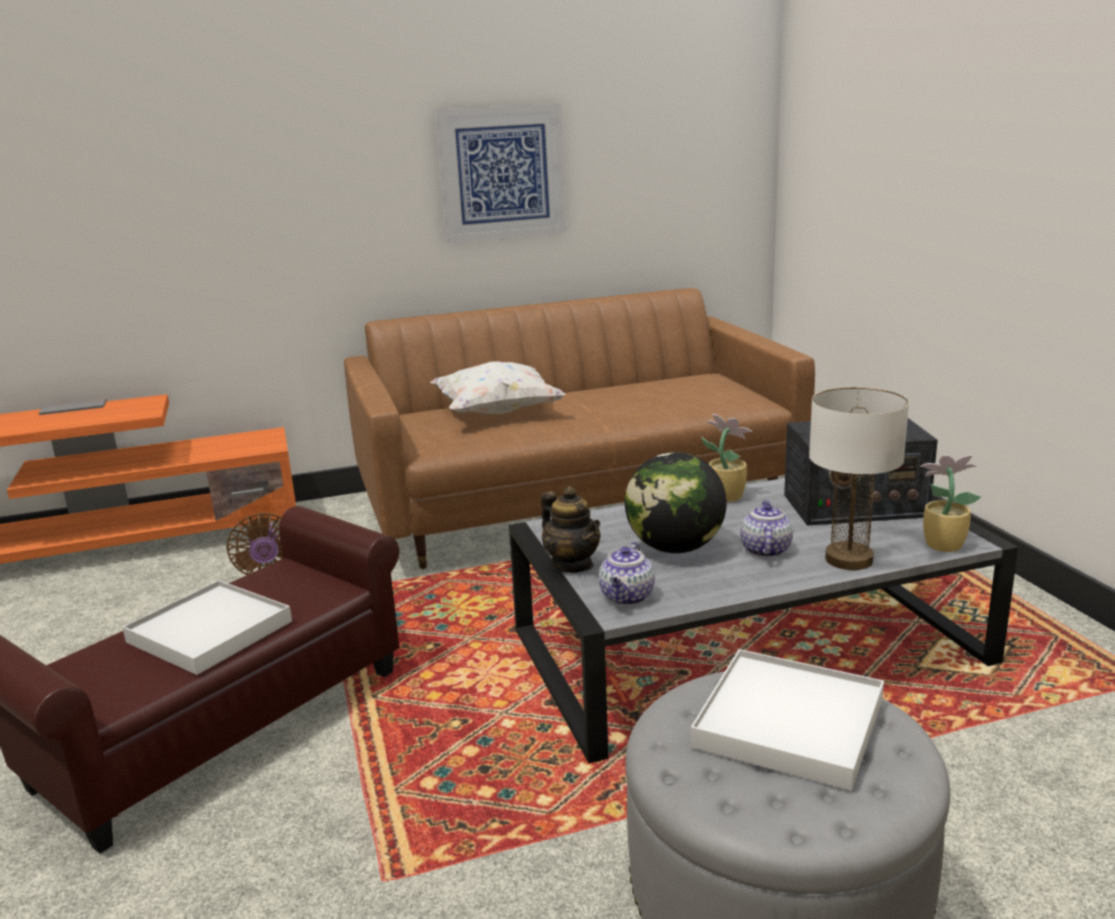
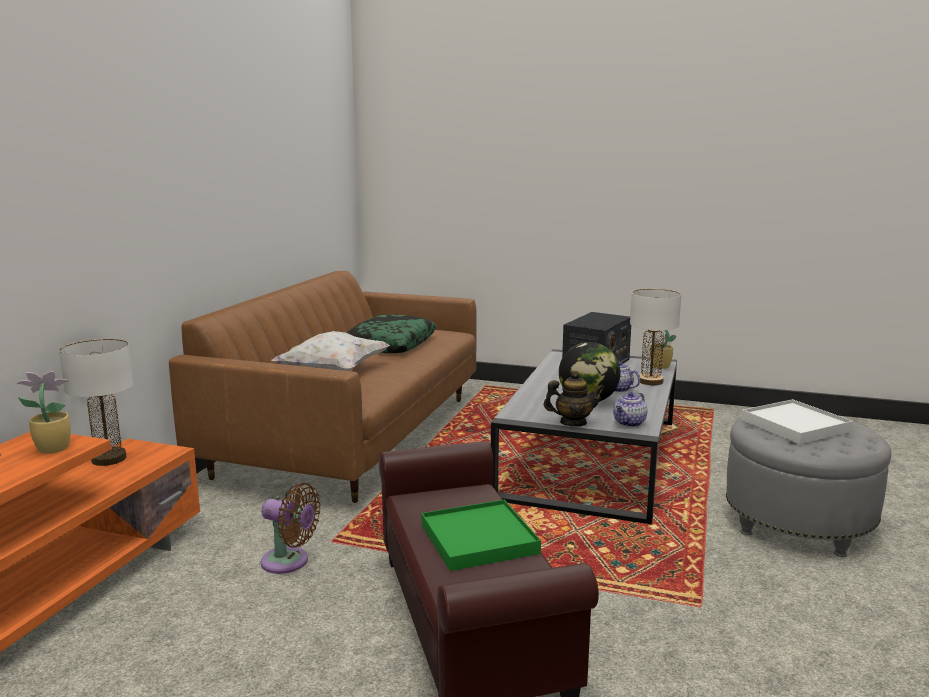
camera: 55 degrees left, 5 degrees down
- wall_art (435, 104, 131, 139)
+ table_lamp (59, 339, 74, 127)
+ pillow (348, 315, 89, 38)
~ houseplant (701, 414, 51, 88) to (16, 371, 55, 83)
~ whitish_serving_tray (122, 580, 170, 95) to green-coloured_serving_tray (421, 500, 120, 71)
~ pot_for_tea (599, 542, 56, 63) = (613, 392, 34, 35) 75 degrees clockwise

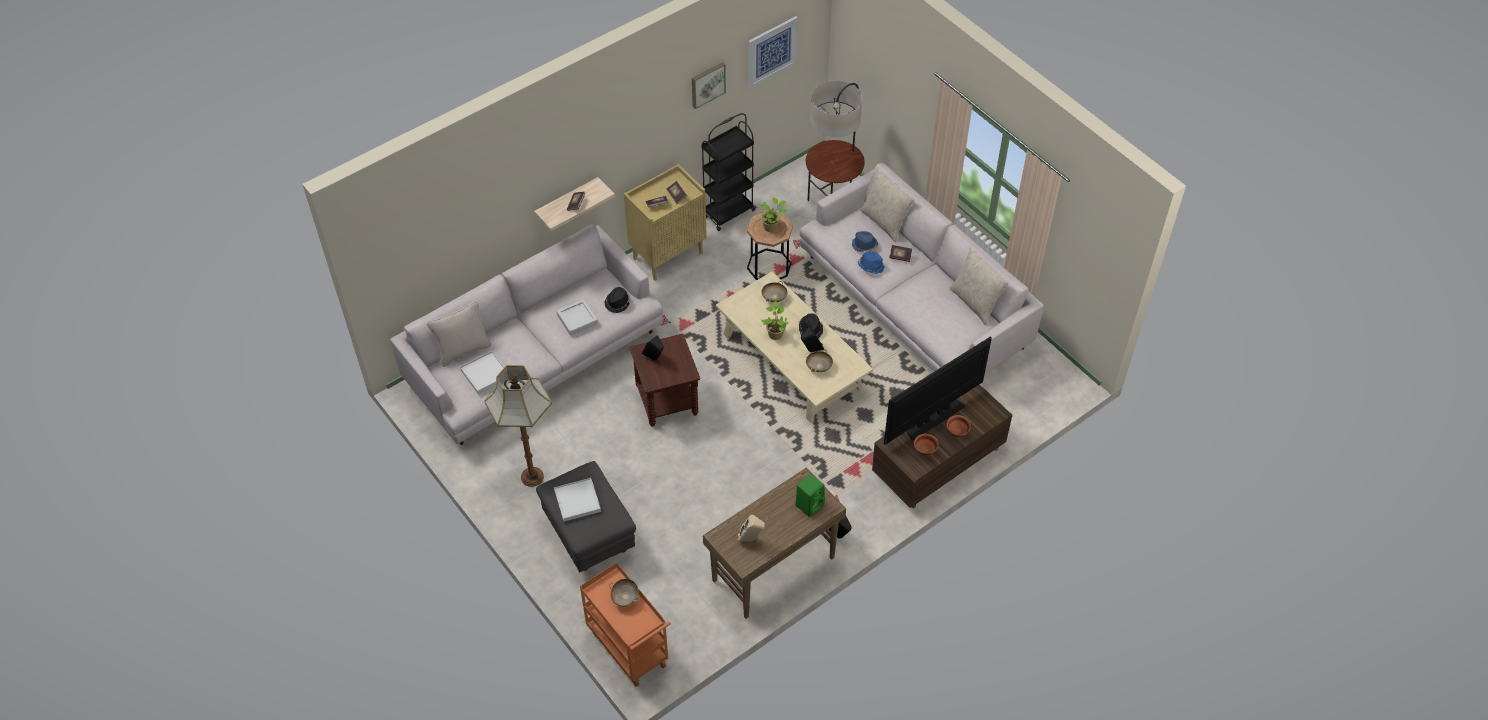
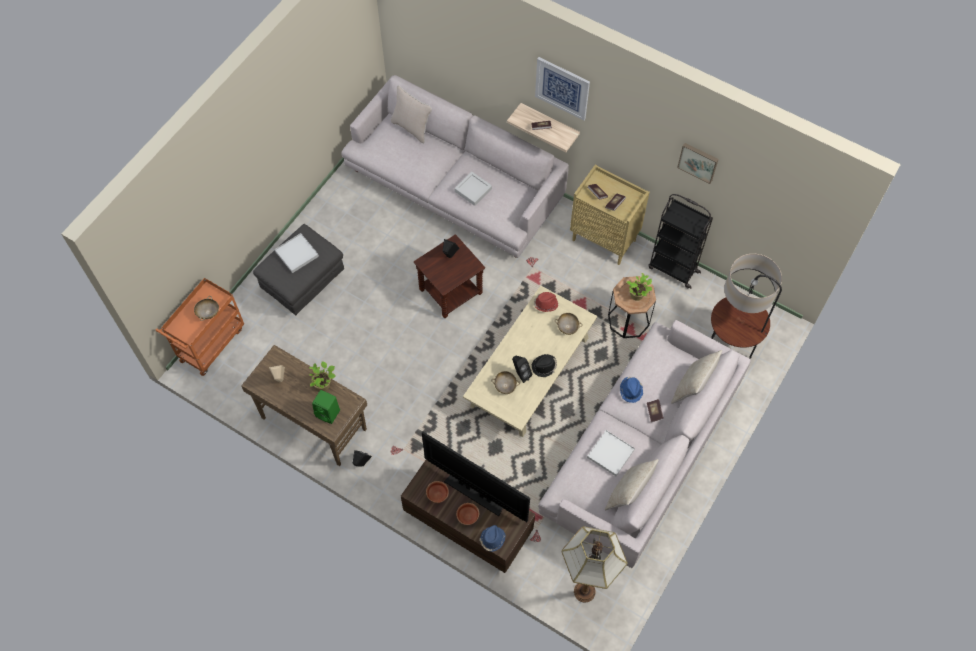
camera: 70 degrees right, 10 degrees up
- black-coloured_clothing_hat (605, 287, 26, 26)
+ red_clothing_hat (534, 292, 24, 20)
~ whitish_serving_tray (460, 351, 44, 43) to (587, 430, 48, 46)
~ floor_lamp (484, 365, 68, 122) to (562, 526, 66, 77)
~ wall_art (748, 16, 50, 72) to (535, 57, 55, 64)
~ houseplant (761, 301, 28, 39) to (309, 361, 26, 30)
~ blue-coloured_clothing_hat (852, 231, 26, 21) to (479, 525, 27, 27)

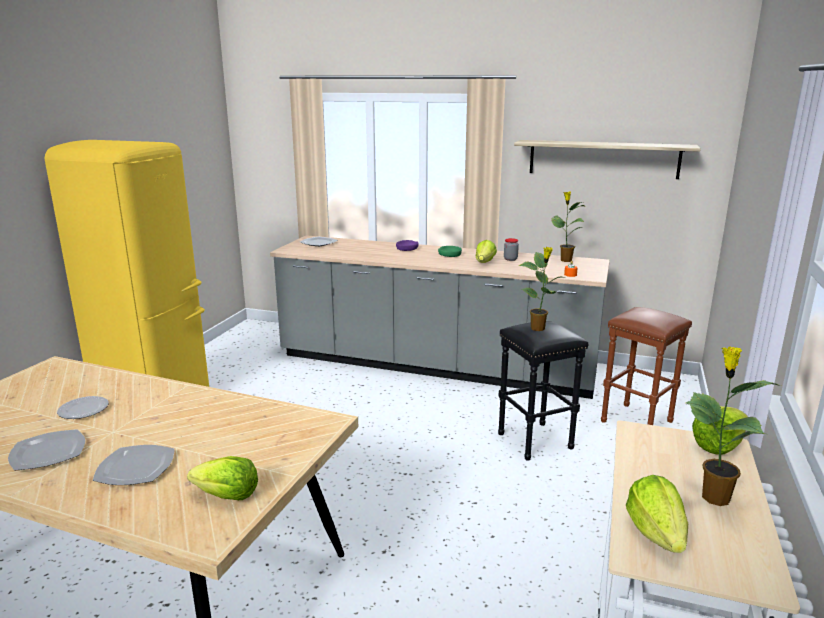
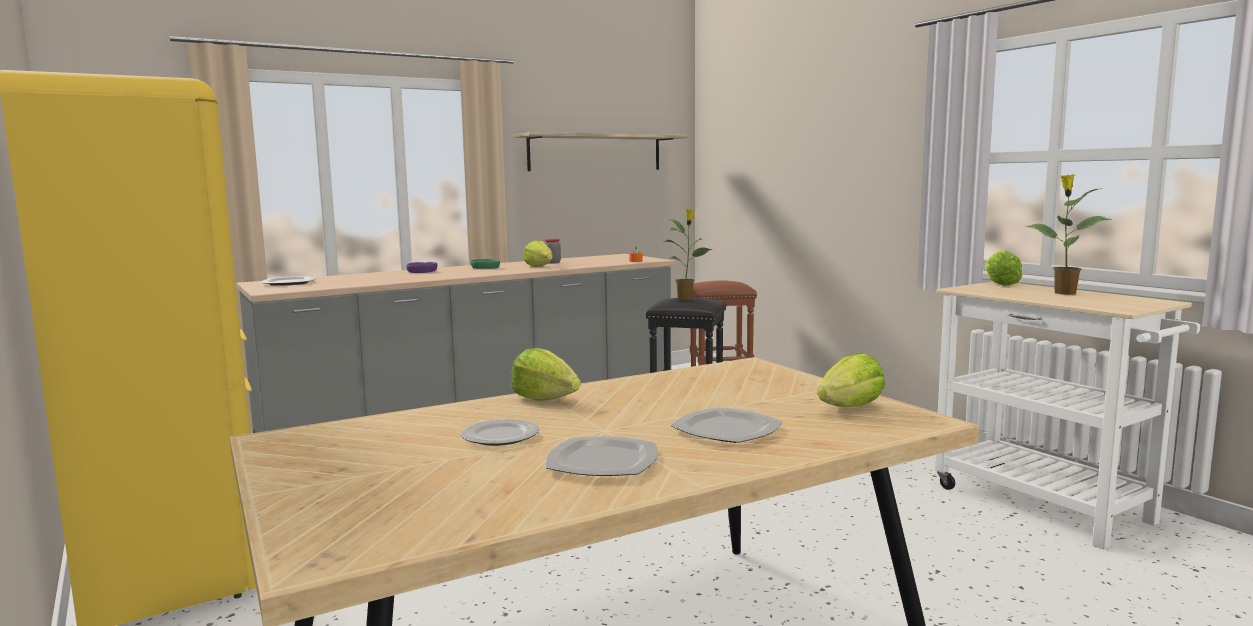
camera: 50 degrees left, 10 degrees down
- houseplant (551, 191, 33, 71)
~ lettuce_head (626, 475, 62, 78) to (511, 348, 70, 53)

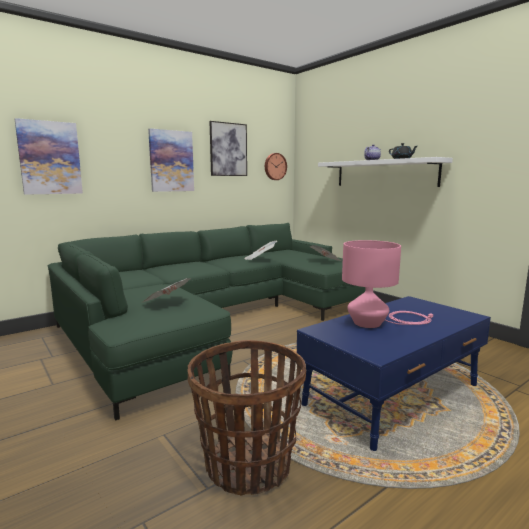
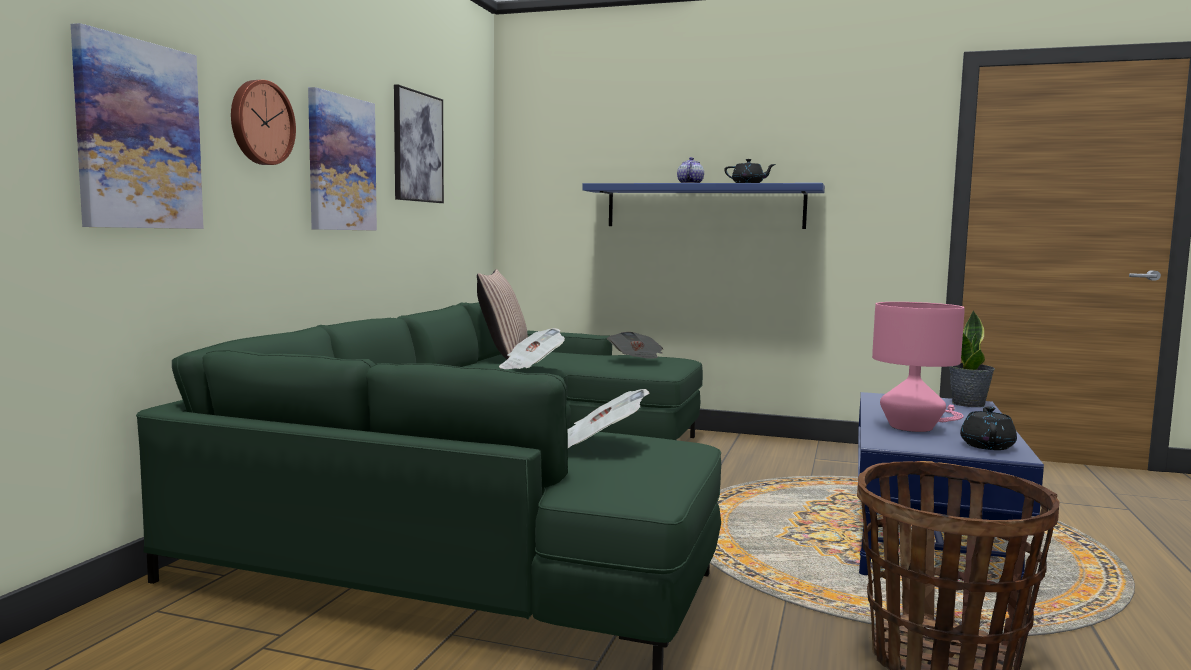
camera: 35 degrees left, 5 degrees down
+ pillow (477, 269, 51, 91)
+ houseplant (949, 310, 46, 97)
+ black-coloured_pot_for_tea (960, 406, 57, 44)
~ hanging_clock (265, 153, 22, 27) to (231, 80, 65, 85)
~ whitish_wall_shelf (318, 157, 135, 30) to blue-coloured_wall_shelf (582, 183, 243, 46)

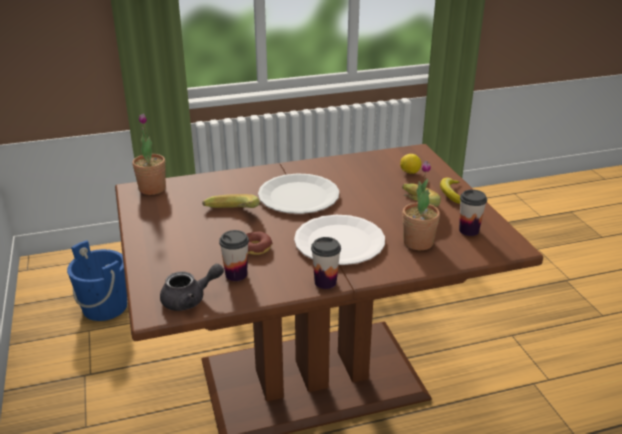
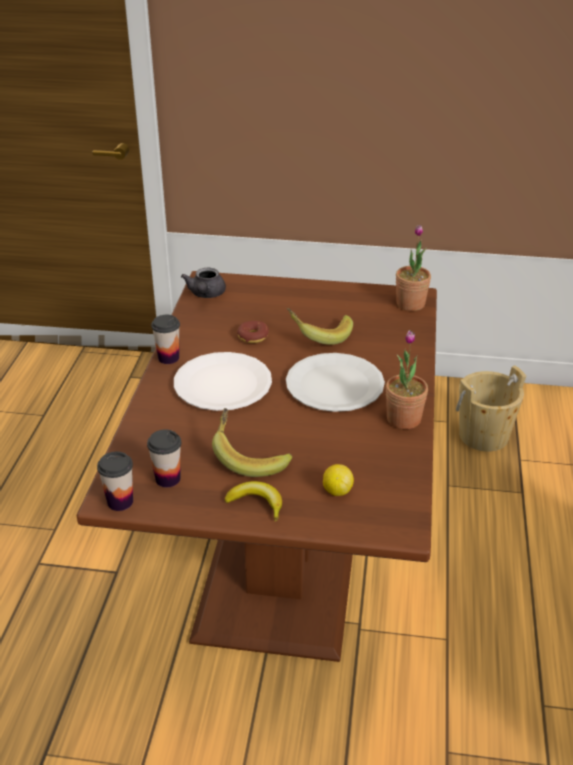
camera: 115 degrees right, 5 degrees up
~ small_cup (219, 230, 30, 51) to (97, 451, 36, 60)
~ houseplant (403, 161, 37, 89) to (386, 330, 42, 99)
~ blue-coloured_pail (67, 240, 60, 81) to sand-coloured_pail (456, 365, 70, 86)

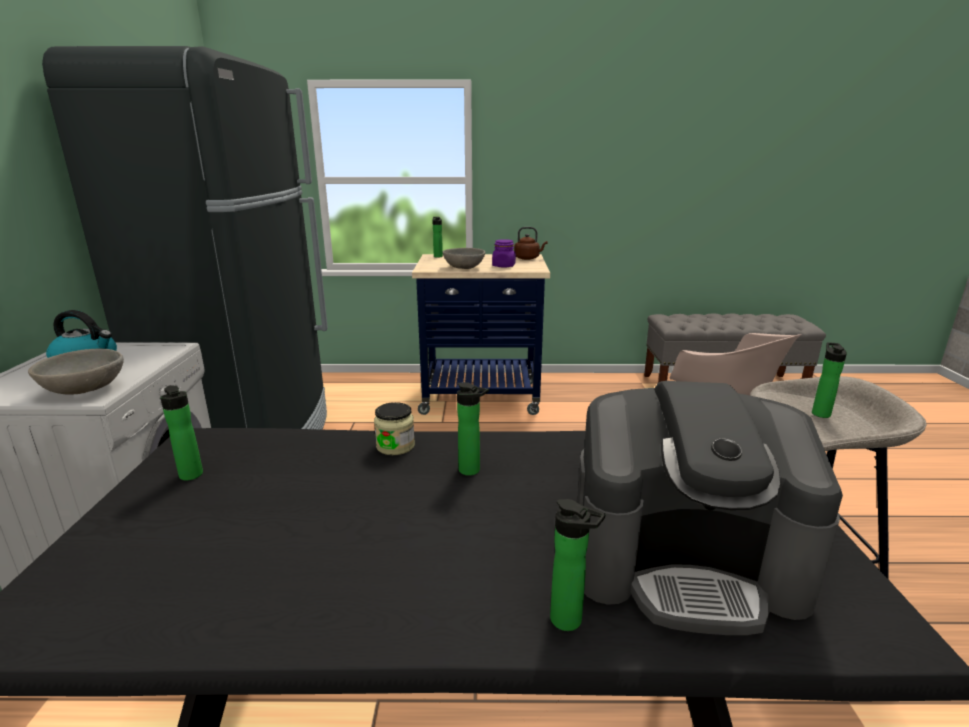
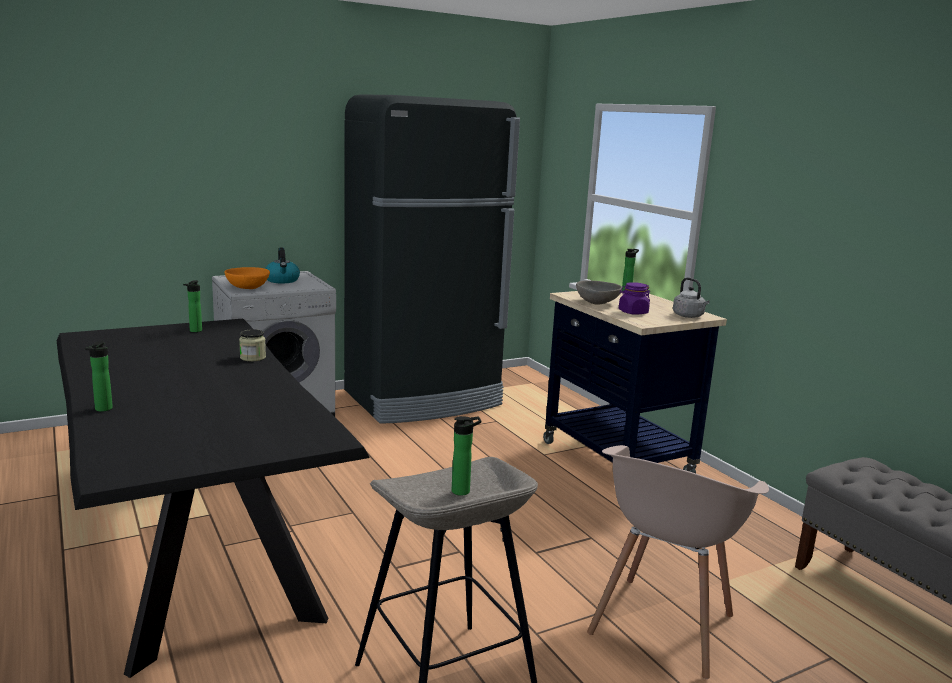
camera: 60 degrees right, 5 degrees down
- drink_bottle (457, 382, 32, 94)
- coffee_machine (577, 381, 266, 254)
~ gray_deep_dish (28, 349, 96, 45) to orange-coloured_deep_dish (224, 267, 46, 22)
~ brown-coloured_kettle (514, 227, 34, 33) to gray_kettle (673, 277, 36, 41)

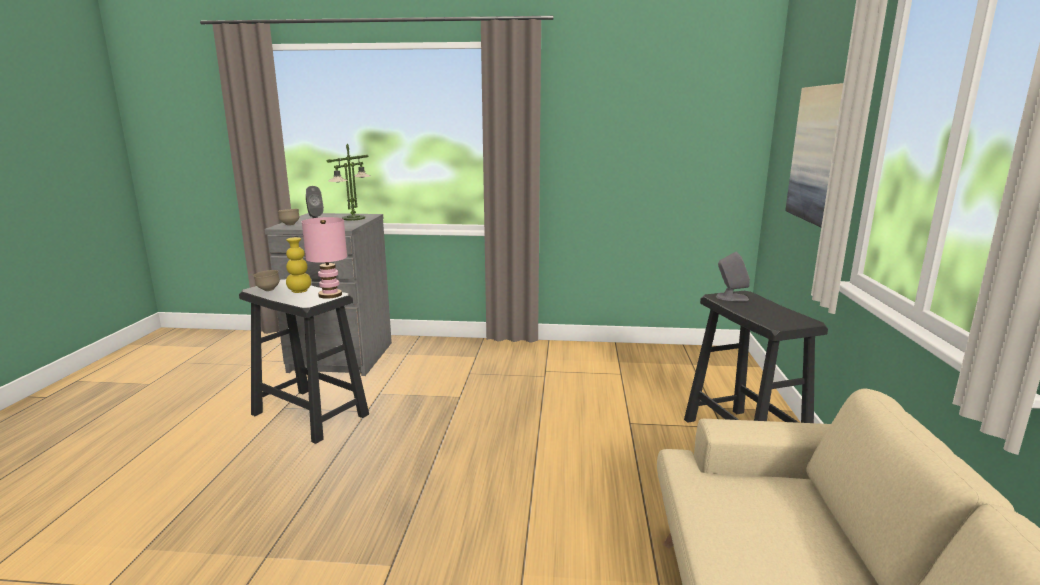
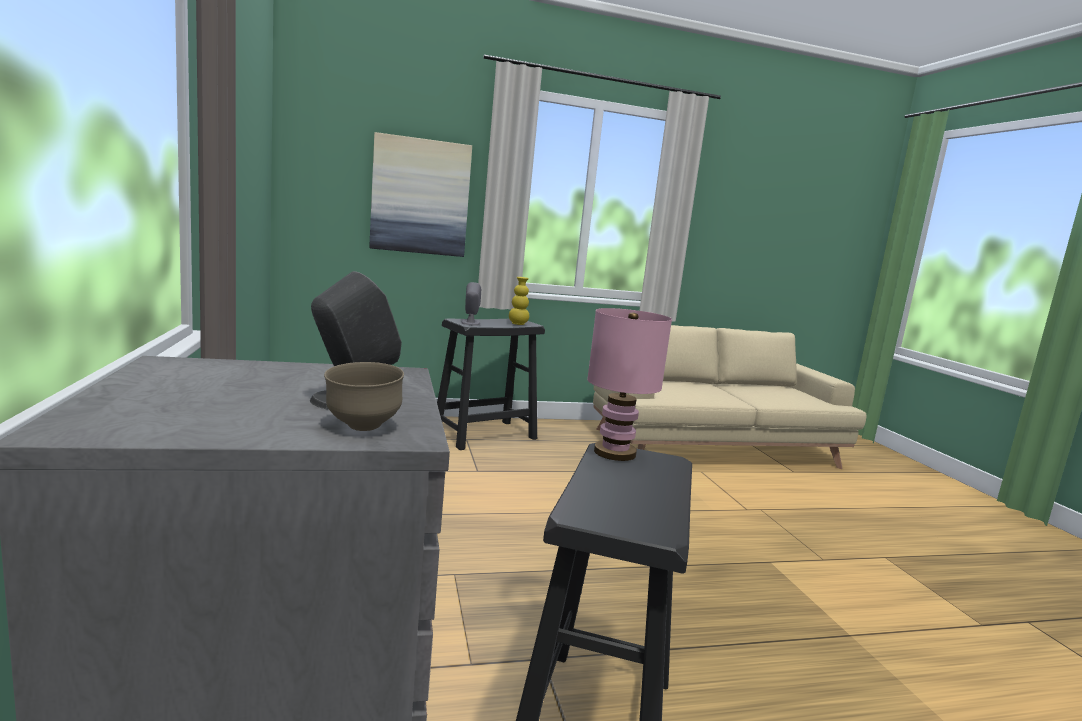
camera: 110 degrees left, 5 degrees down
- brown-coloured_deep_dish (253, 270, 27, 21)
- table_lamp (327, 144, 43, 77)
~ yellow-coloured_flower_vase (286, 237, 25, 56) to (509, 277, 20, 48)

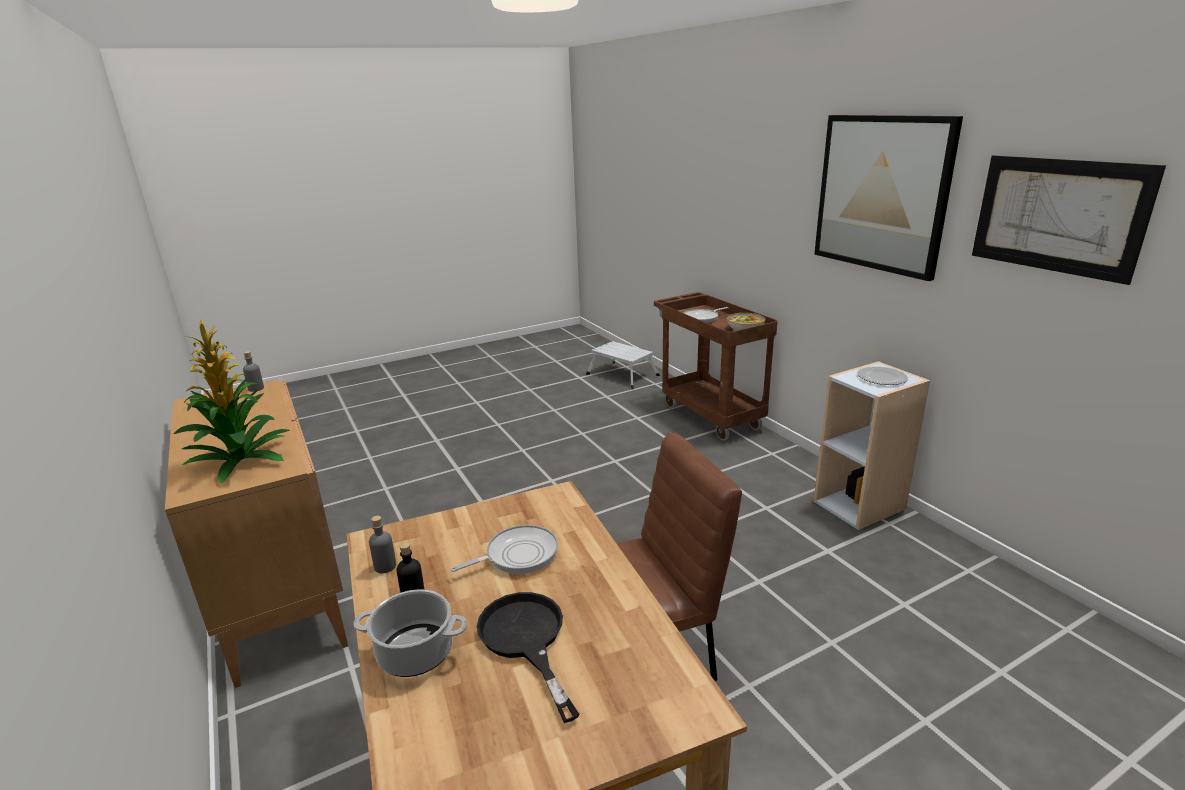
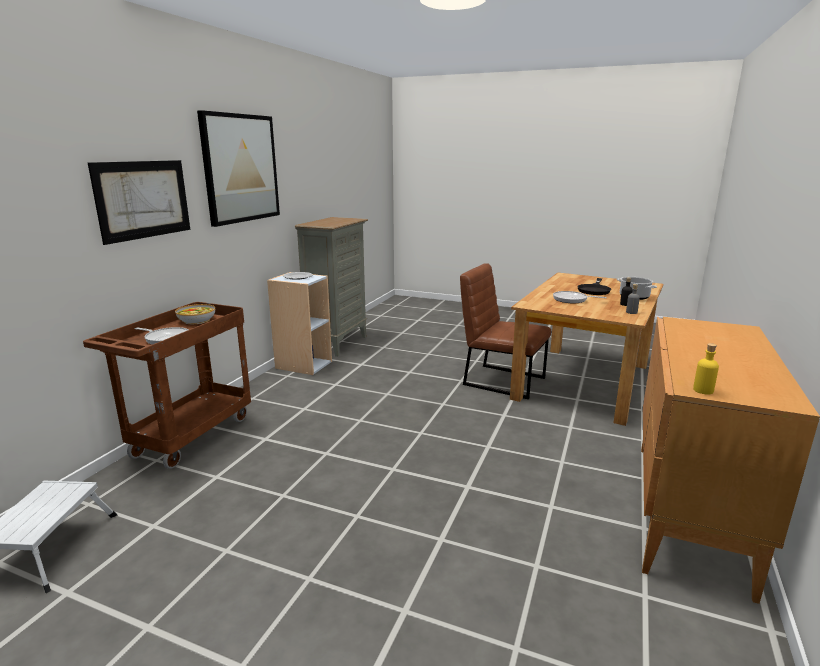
camera: 130 degrees left, 5 degrees down
- houseplant (174, 319, 116, 164)
+ gray_drawer_chest (295, 217, 73, 140)
~ wall_art (972, 155, 194, 130) to (88, 160, 102, 85)
~ gray_drink_bottle (243, 351, 21, 41) to yellow-coloured_drink_bottle (693, 343, 26, 52)

